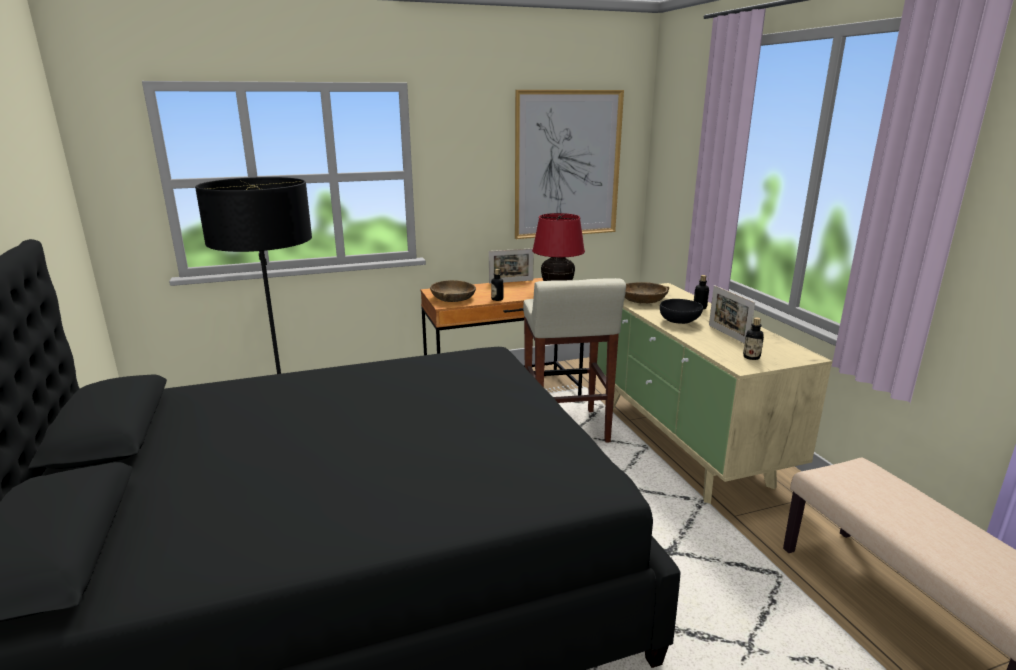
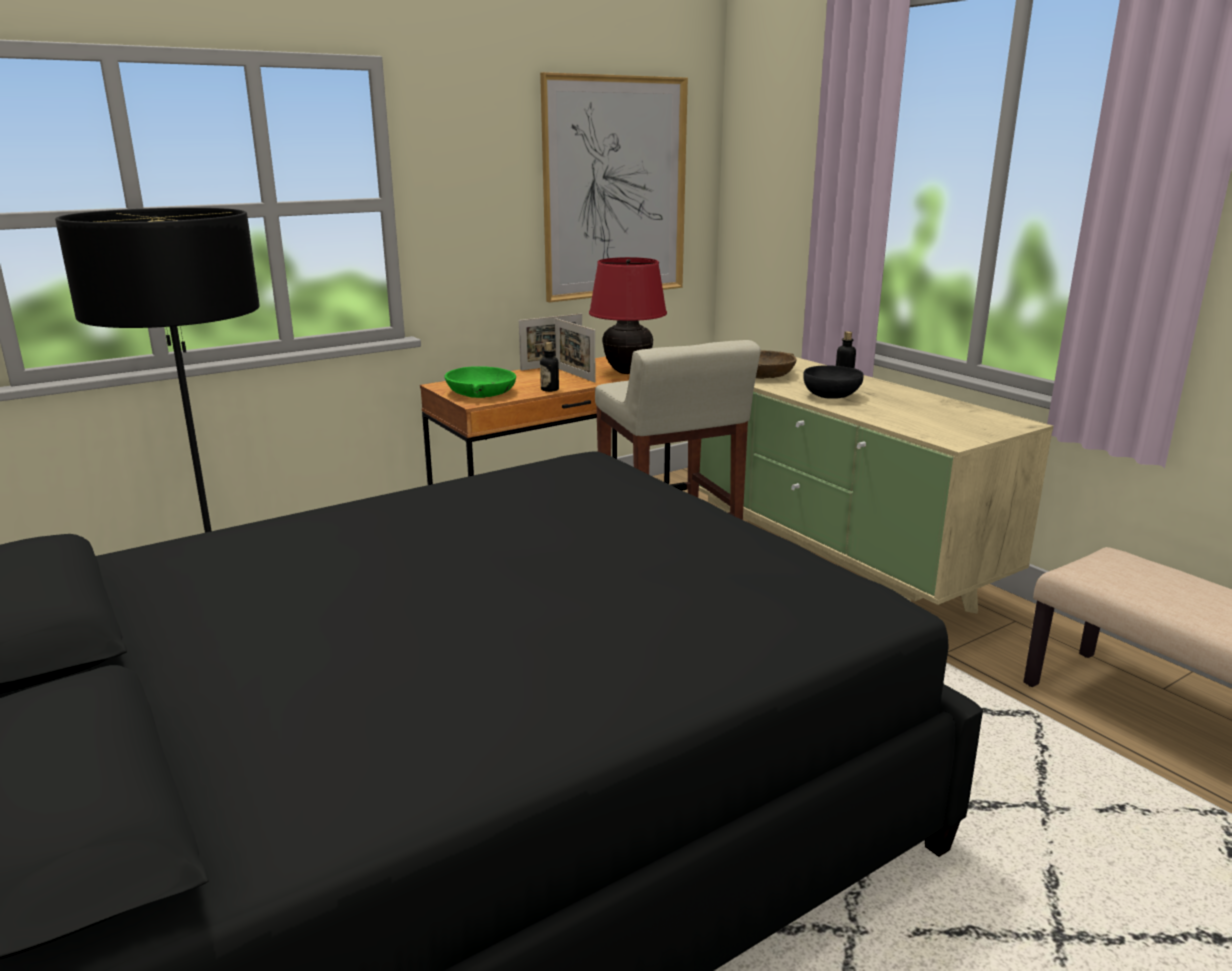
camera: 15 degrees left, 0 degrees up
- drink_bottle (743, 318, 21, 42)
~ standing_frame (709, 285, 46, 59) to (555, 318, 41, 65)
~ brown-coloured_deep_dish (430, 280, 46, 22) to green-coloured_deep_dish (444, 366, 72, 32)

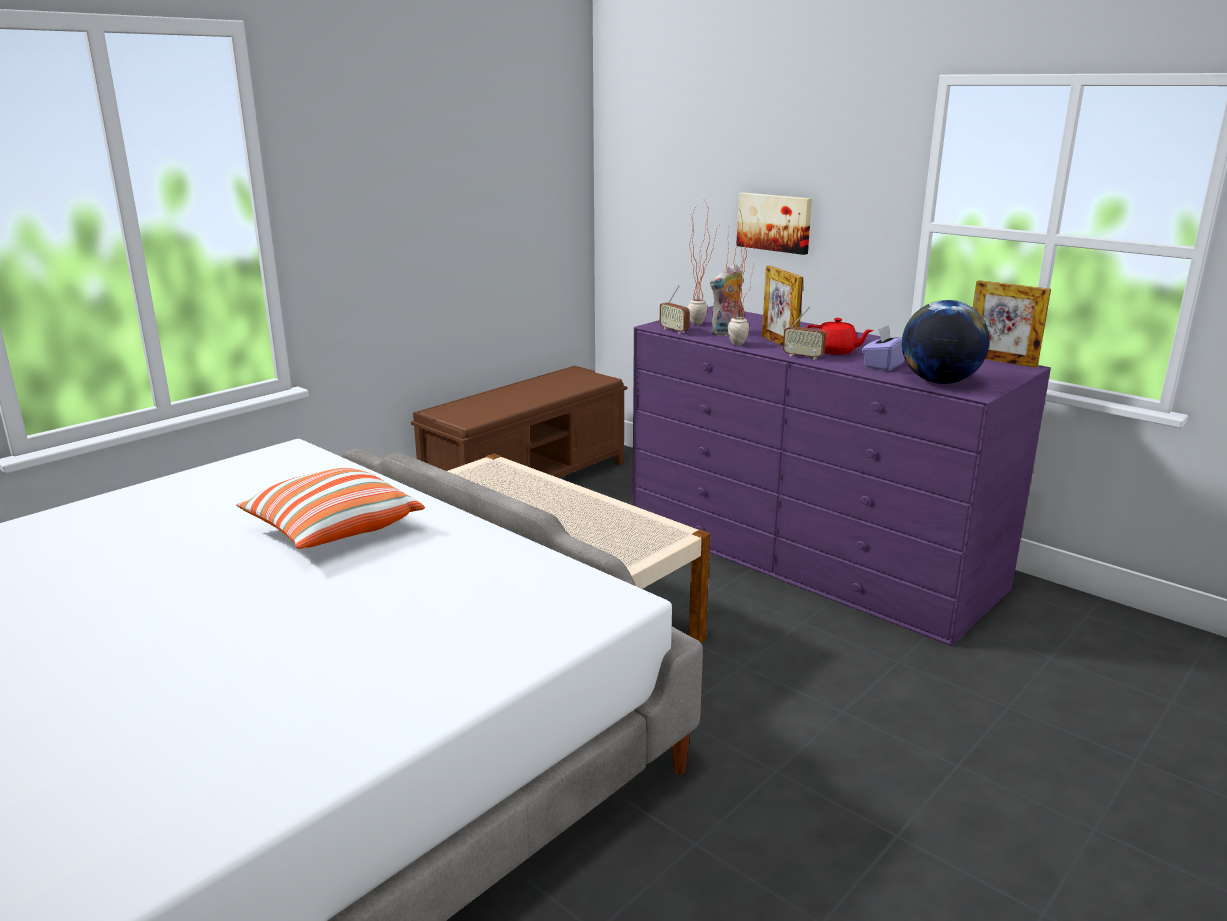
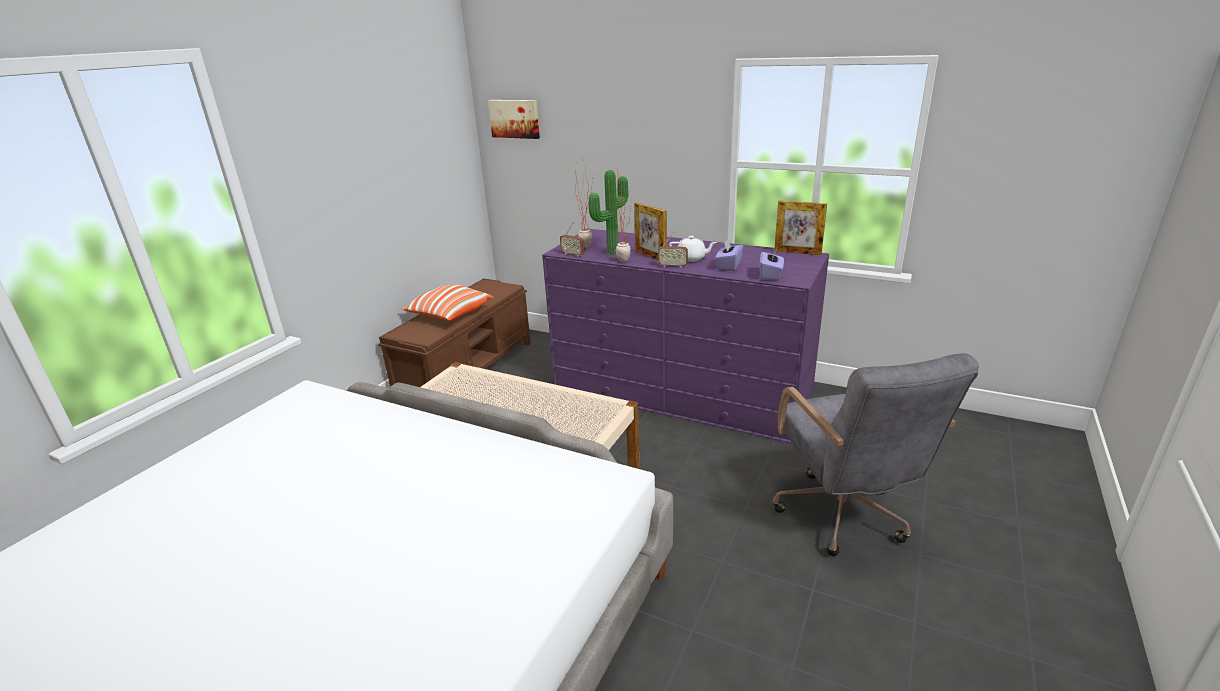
camera: 15 degrees left, 5 degrees up
+ gray_computer_chair (772, 353, 207, 203)
~ pillow (236, 468, 189, 81) to (401, 285, 93, 36)
~ wall_art (736, 193, 76, 62) to (488, 100, 52, 39)
~ plush_toy (710, 263, 34, 73) to houseplant (589, 170, 40, 85)
~ desk_globe (902, 300, 88, 84) to purple_tissue_box (760, 249, 24, 32)
~ red_pot_for_tea (806, 318, 68, 37) to whitish_pot_for_tea (669, 236, 48, 26)

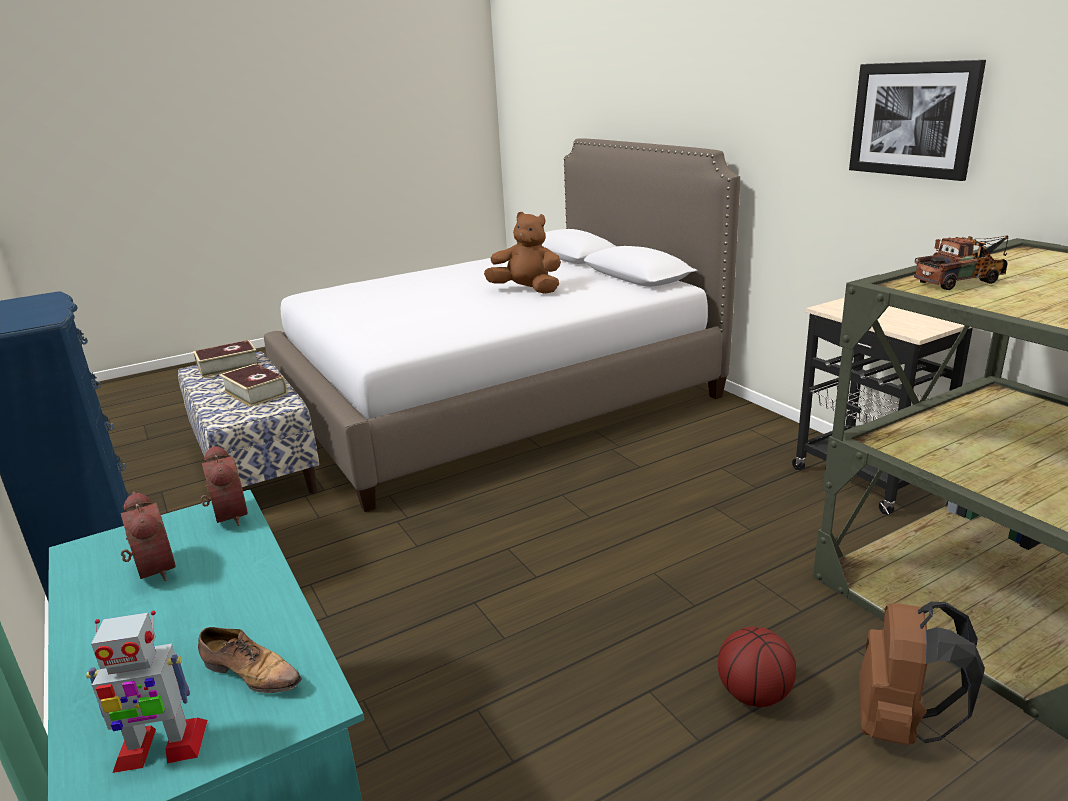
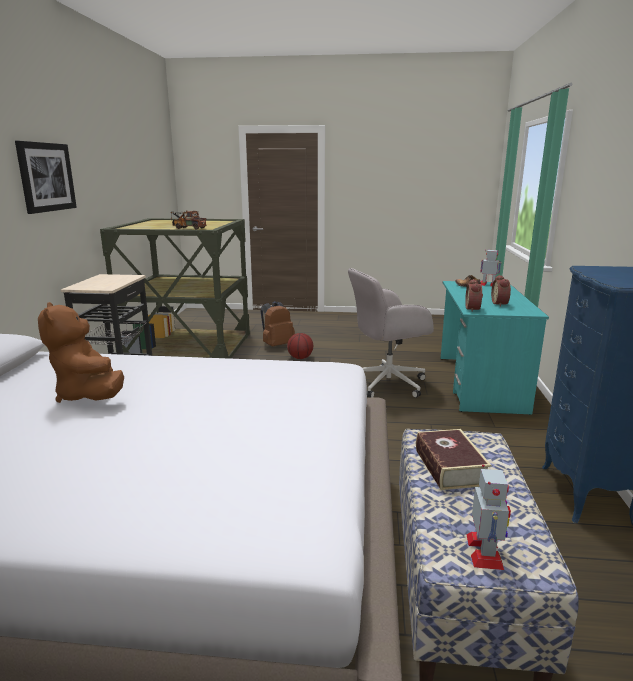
camera: 145 degrees left, 5 degrees down
+ gray_computer_chair (348, 268, 86, 130)
~ bound_book (193, 340, 65, 38) to robot_figure (467, 464, 44, 106)

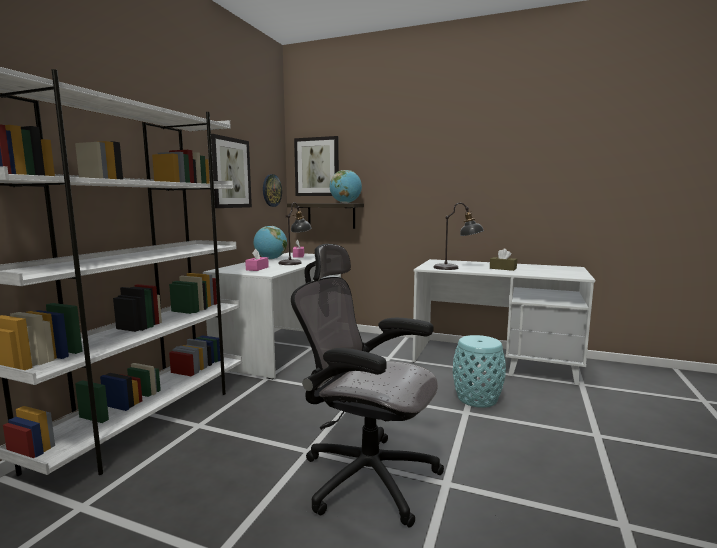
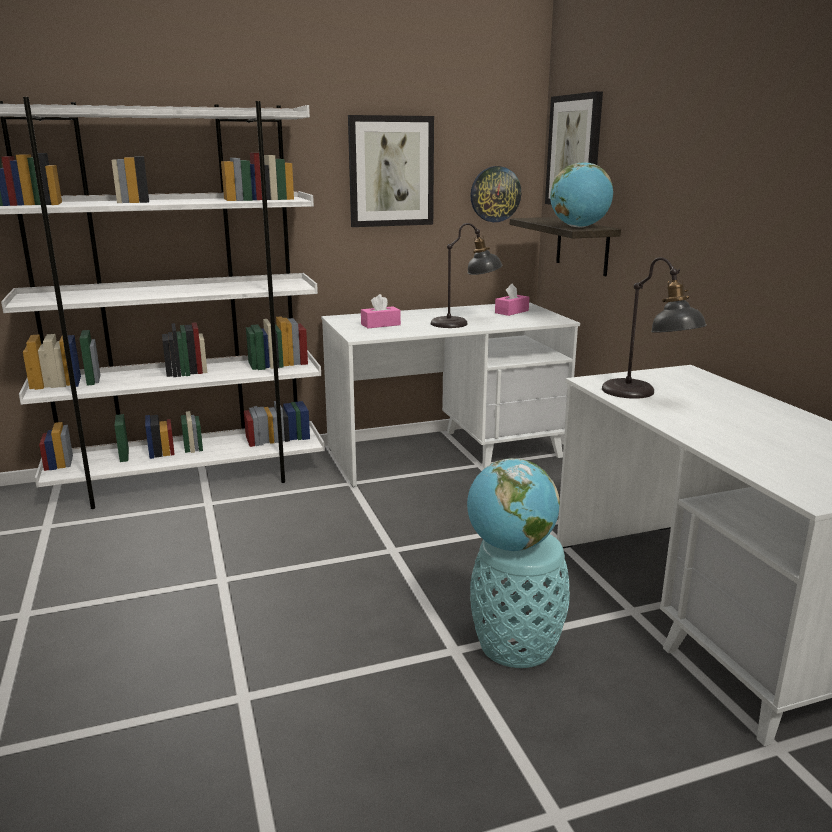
camera: 50 degrees right, 10 degrees up
- computer_chair (291, 244, 153, 284)
- brown-coloured_tissue_box (490, 249, 27, 22)
~ desk_globe (254, 226, 33, 33) to (467, 458, 93, 93)

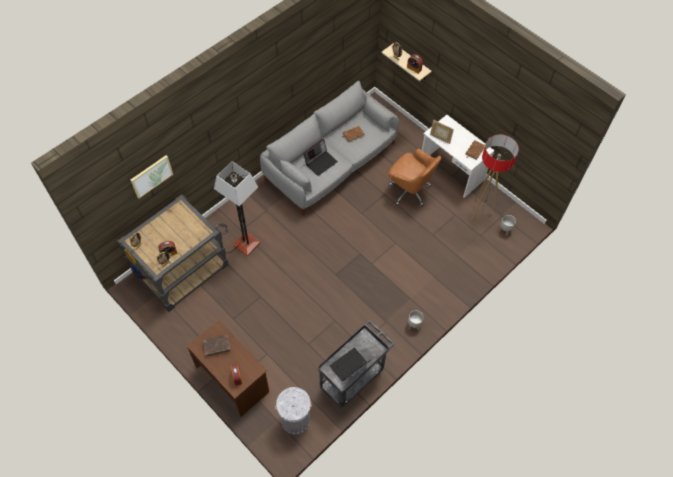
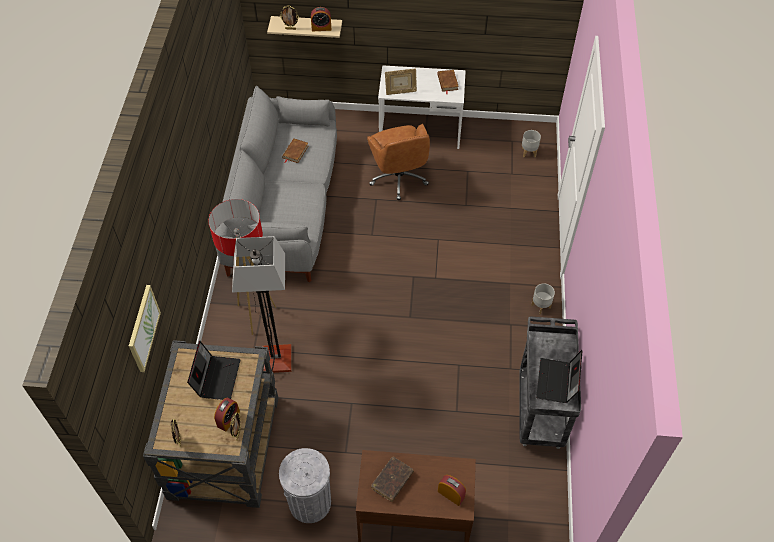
camera: 40 degrees left, 5 degrees down
~ gray_trash_can (275, 387, 37, 48) to (279, 448, 52, 75)
~ laptop (303, 139, 35, 37) to (187, 341, 54, 59)
~ floor_lamp (471, 134, 48, 86) to (208, 199, 68, 136)
~ brown-coloured_computer_chair (388, 149, 53, 57) = (367, 124, 63, 76) 75 degrees clockwise

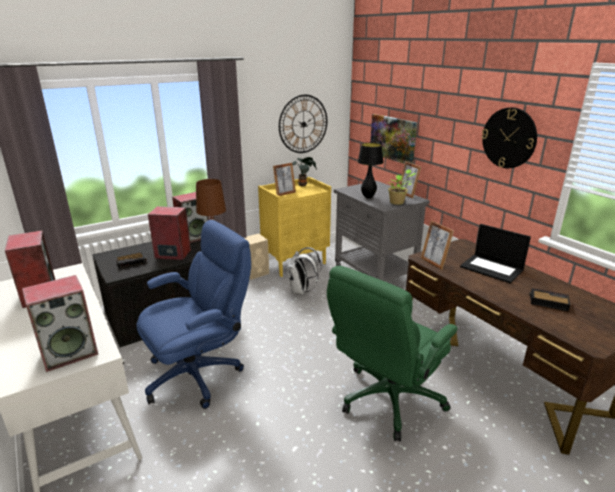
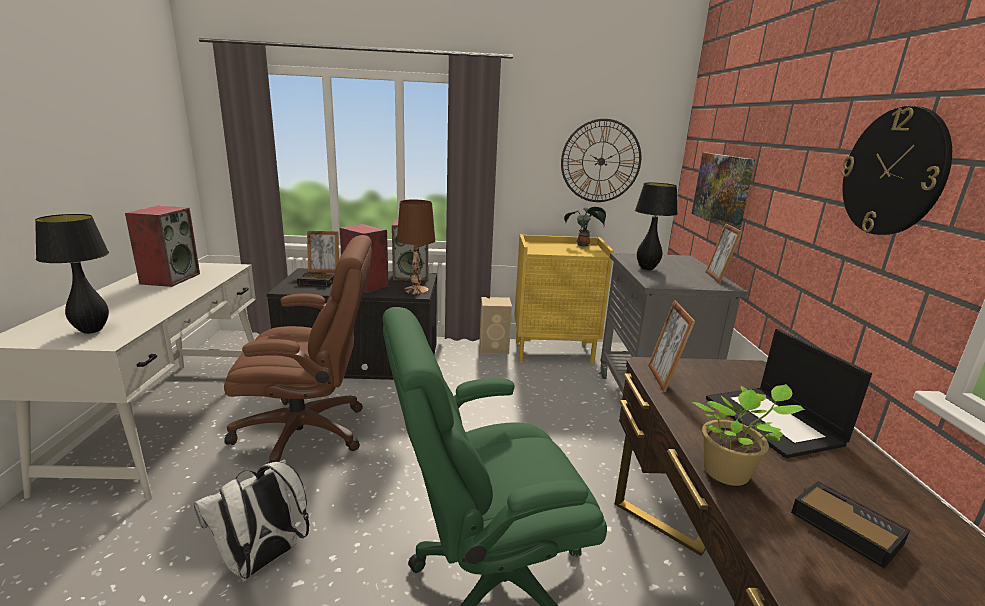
camera: 30 degrees right, 5 degrees down
~ standing_frame (273, 163, 23, 33) to (307, 231, 32, 42)
~ whitish_knapsack (287, 247, 34, 48) to (194, 459, 116, 119)
~ houseplant (387, 169, 29, 36) to (692, 384, 113, 102)
~ speaker (22, 275, 76, 97) to black-coloured_table_lamp (35, 214, 74, 120)
~ blue-coloured_computer_chair (136, 220, 115, 189) to brown-coloured_computer_chair (224, 235, 148, 229)

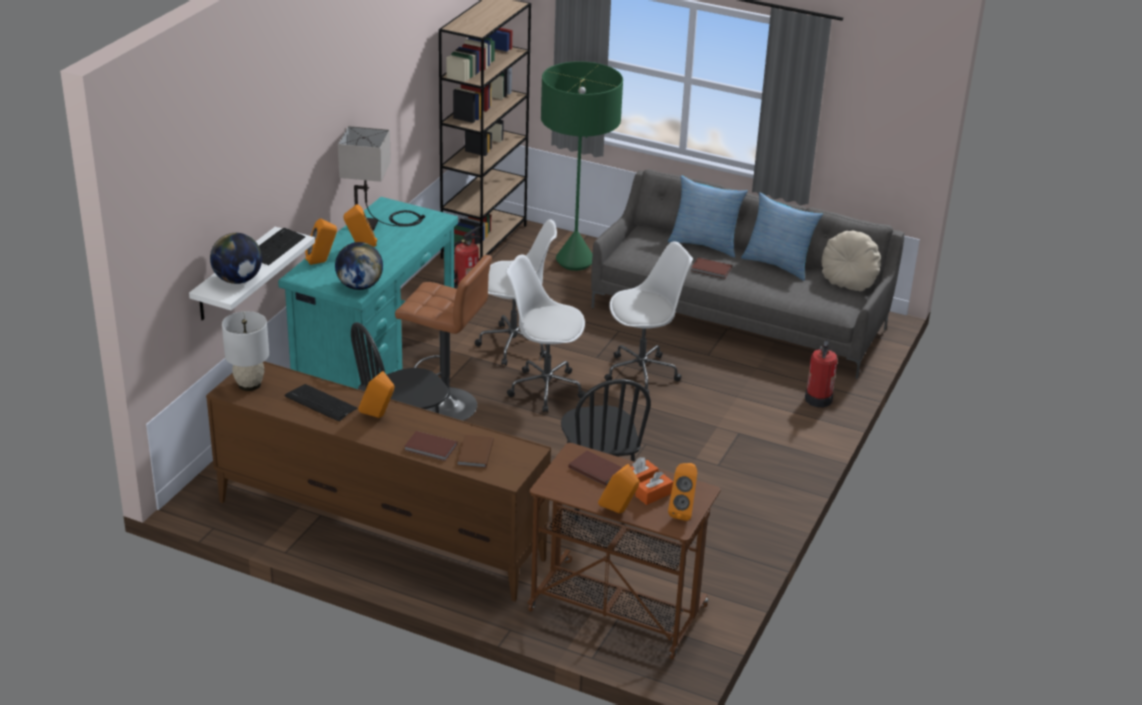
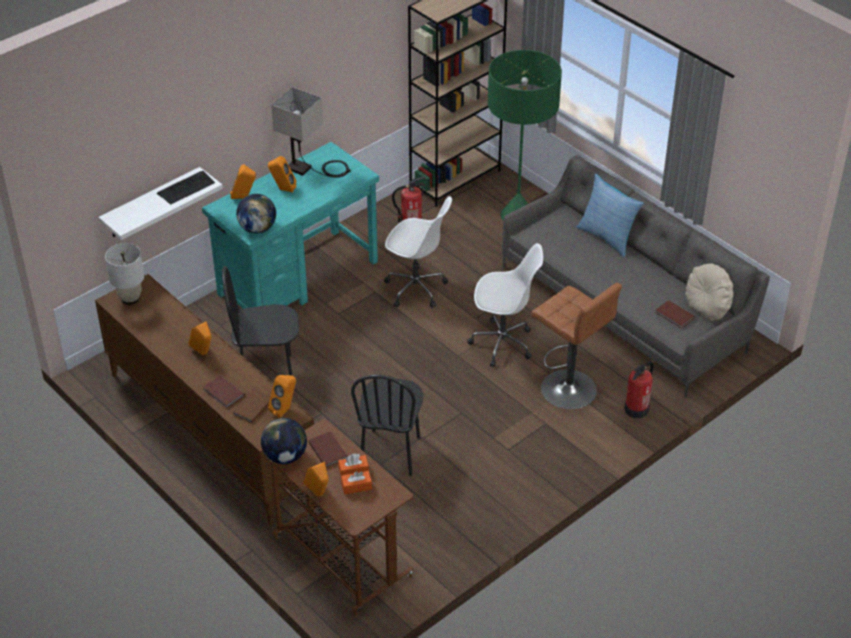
camera: 25 degrees right, 10 degrees up
- PC_keyboard (284, 384, 74, 37)
- whitish_computer_chair (506, 254, 79, 158)
- pillow (741, 192, 82, 89)
~ desk_globe (210, 233, 52, 51) to (261, 418, 46, 46)
~ brown-coloured_stool_seat (395, 255, 97, 166) to (531, 283, 91, 126)
~ orange-coloured_speaker (668, 463, 29, 58) to (268, 375, 28, 43)
~ brown-coloured_bound_book (691, 258, 41, 21) to (655, 300, 40, 29)

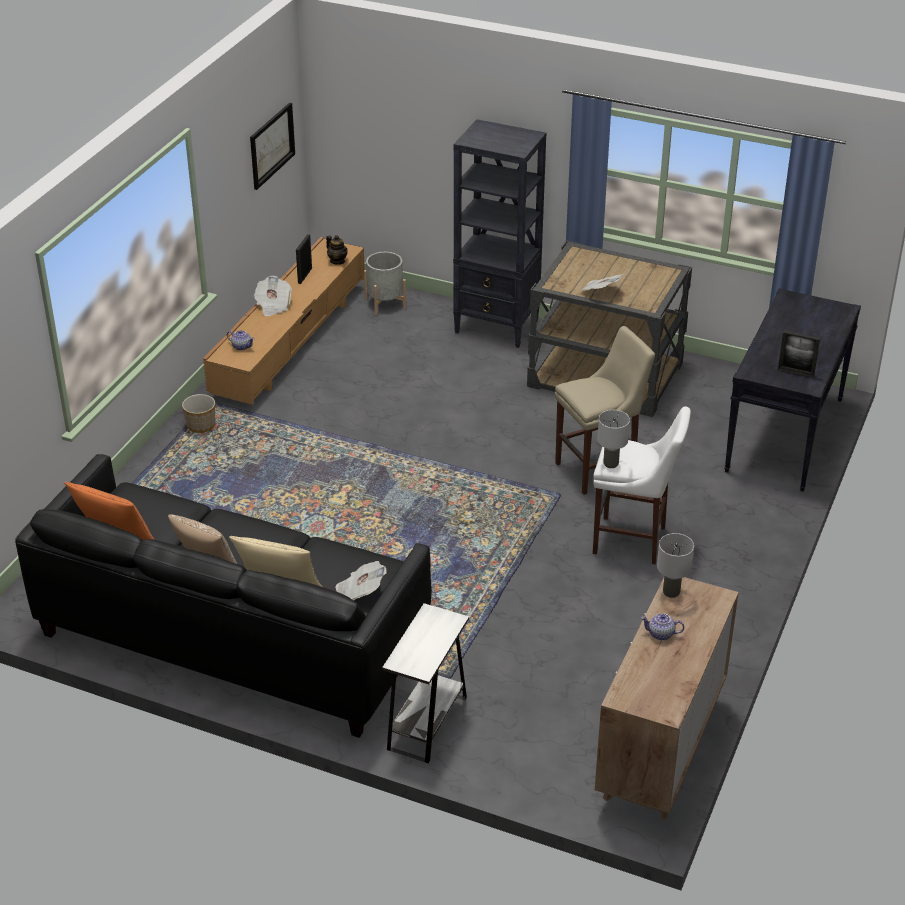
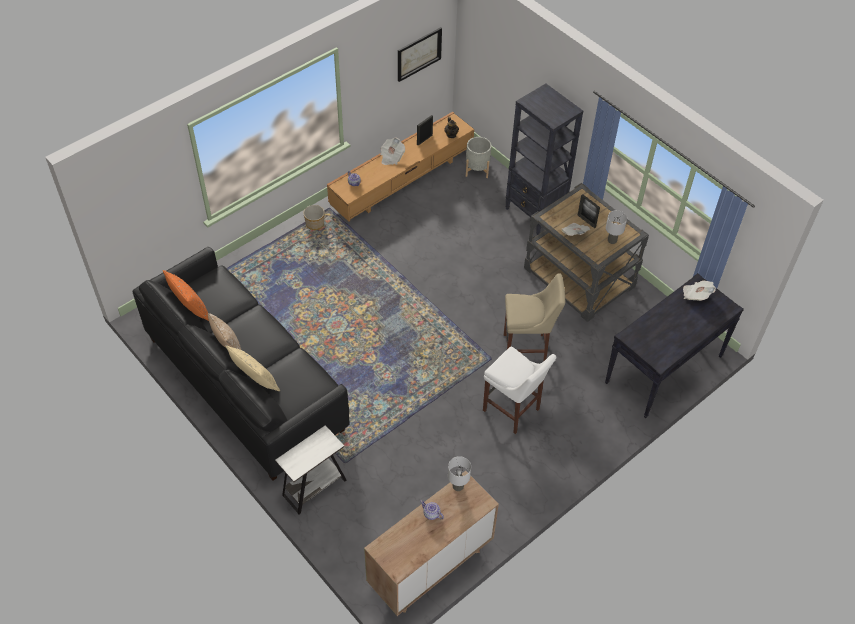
camera: 25 degrees right, 15 degrees up
~ printed_paper (335, 561, 52, 39) to (683, 280, 33, 21)
~ whitish_table_lamp (597, 410, 33, 58) to (606, 210, 21, 34)
~ standing_frame (778, 330, 42, 48) to (578, 194, 22, 34)

